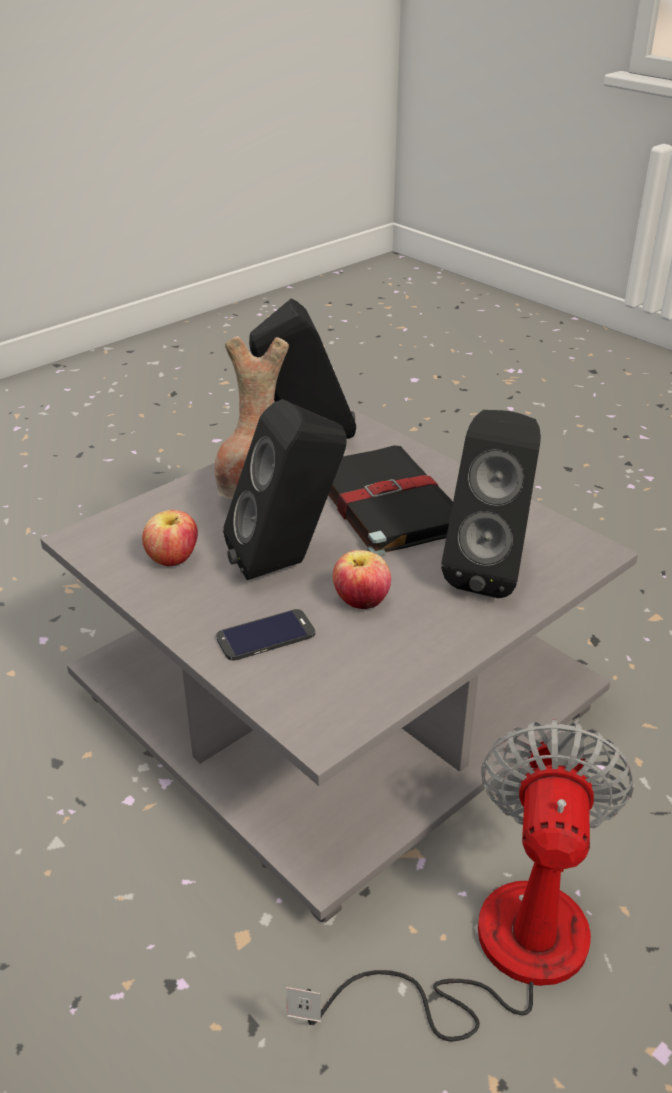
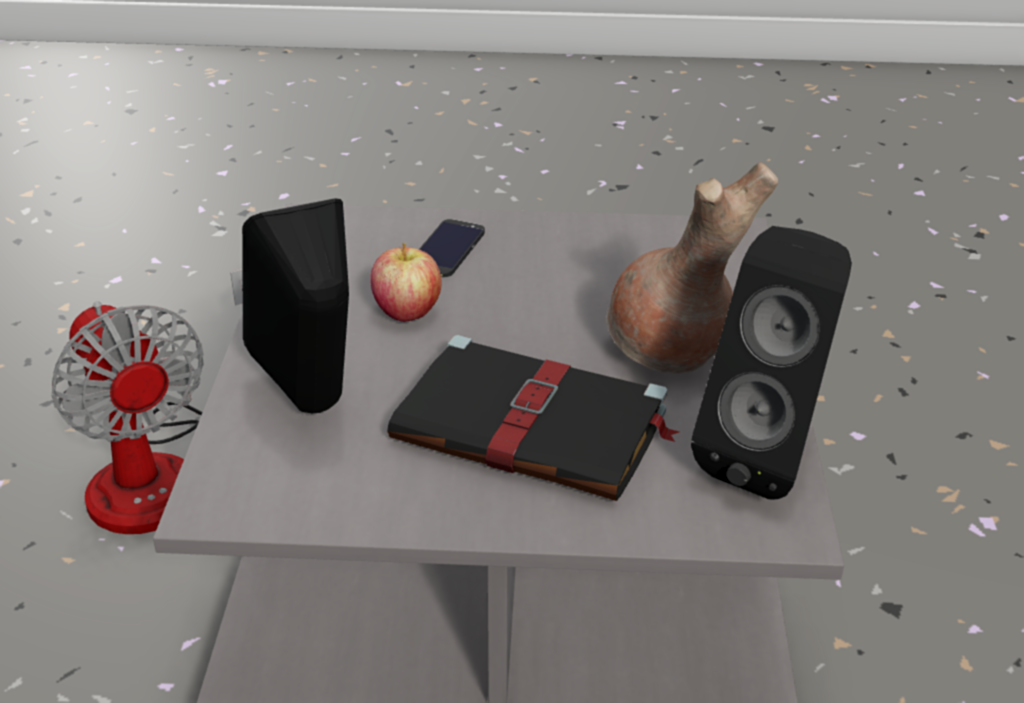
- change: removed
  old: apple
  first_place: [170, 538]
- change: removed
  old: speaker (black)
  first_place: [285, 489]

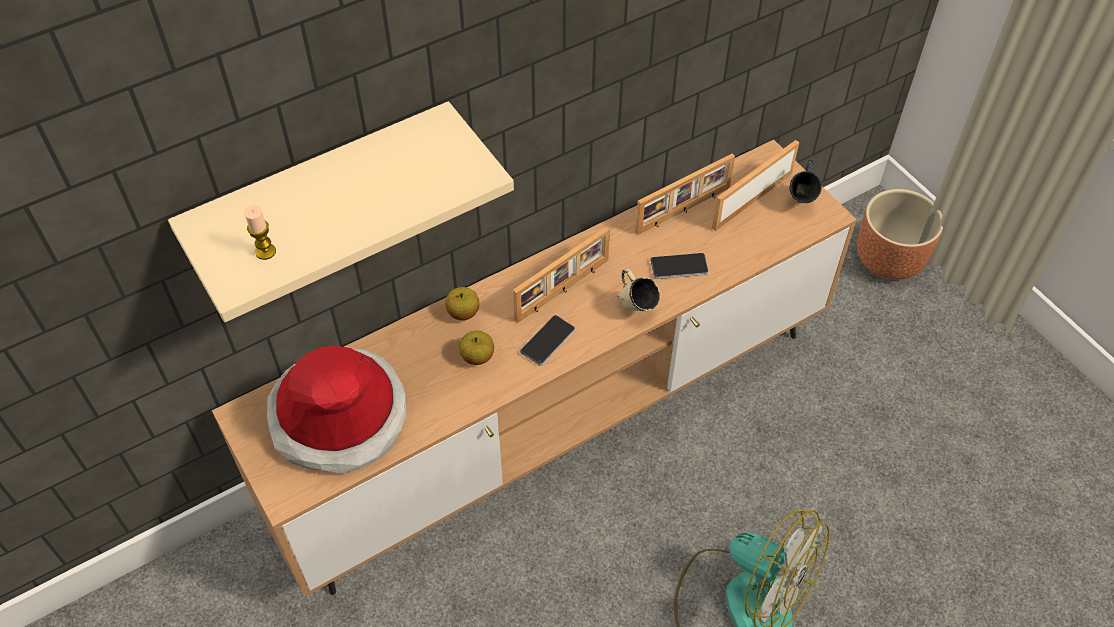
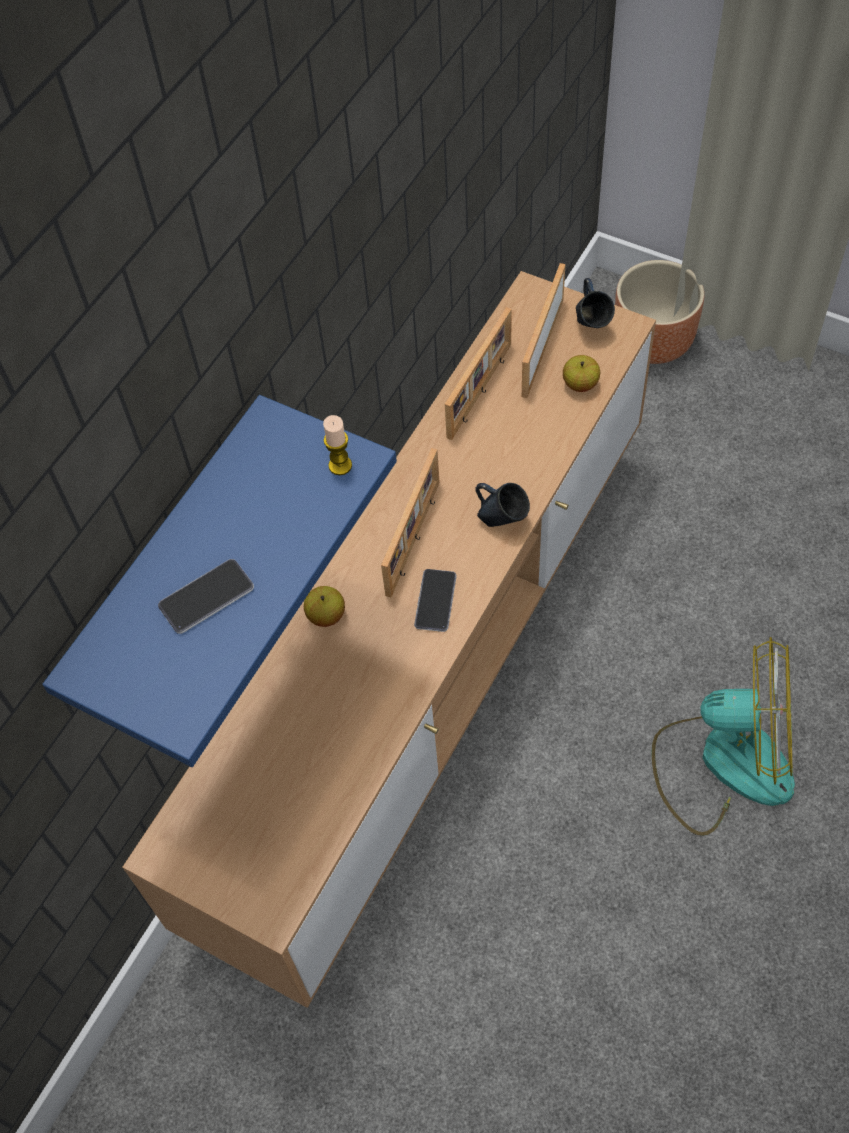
- change: recoloured
  old: shelf (beige)
  new: shelf (blue)
  first_place: [341, 211]
  second_place: [219, 581]
- change: moved
  old: phone
  first_place: [679, 266]
  second_place: [206, 596]
- change: moved
  old: candle
  first_place: [260, 232]
  second_place: [337, 445]
- change: recoloured
  old: mug (beige)
  new: mug (blue)
  first_place: [638, 289]
  second_place: [502, 505]
- change: moved
  old: apple
  first_place: [476, 348]
  second_place: [581, 373]
- change: removed
  old: hat
  first_place: [337, 409]

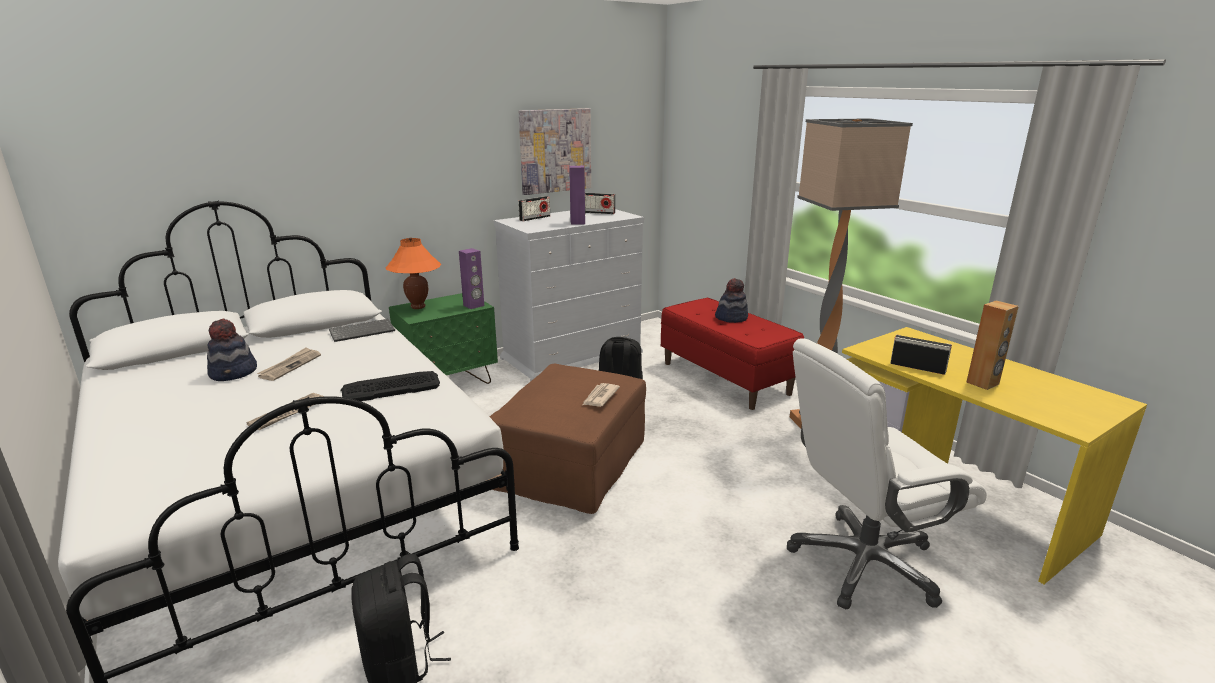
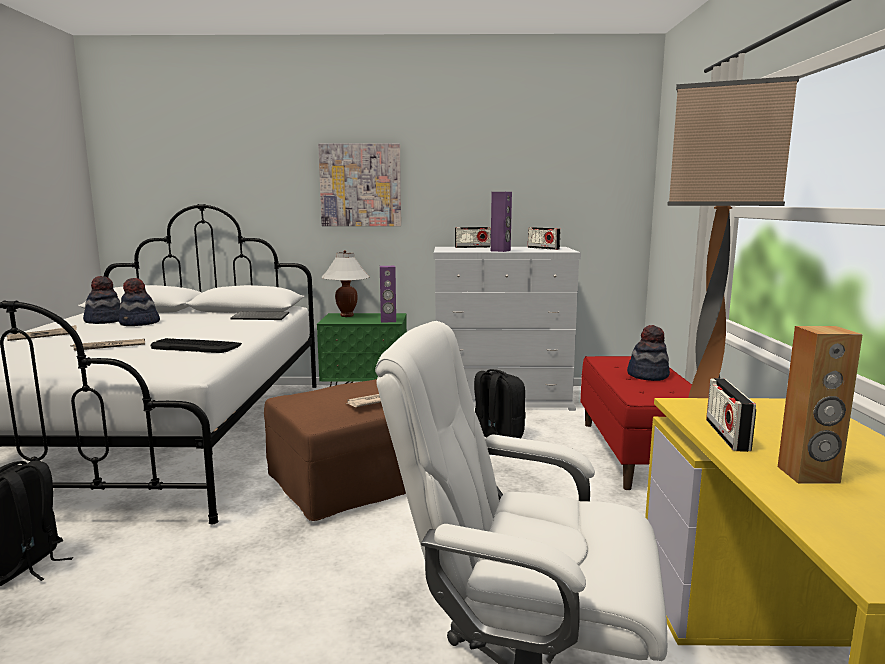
- change: moved
  old: newspaper
  first_place: [289, 364]
  second_place: [42, 333]
- change: added
  new: hat
  second_place: [101, 300]
- change: moved
  old: picture
  first_place: [555, 151]
  second_place: [359, 184]
- change: recoloured
  old: table lamp (orange)
  new: table lamp (white)
  first_place: [413, 273]
  second_place: [345, 283]
- change: turned
  old: radio
  first_place: [921, 355]
  second_place: [731, 415]
  degrees: -150

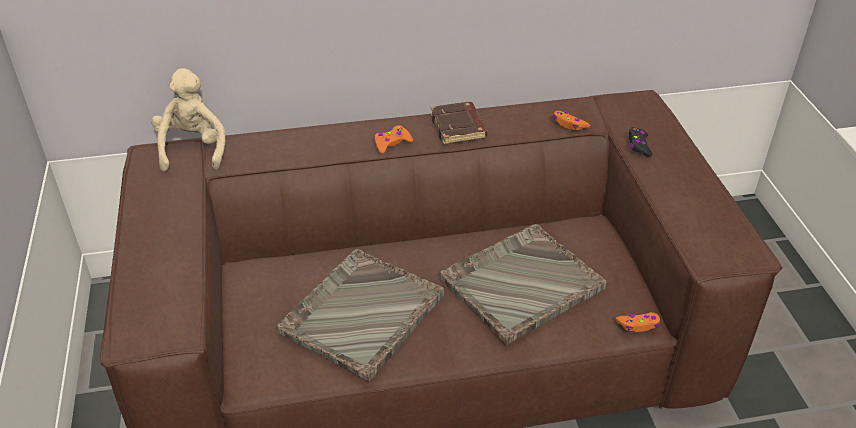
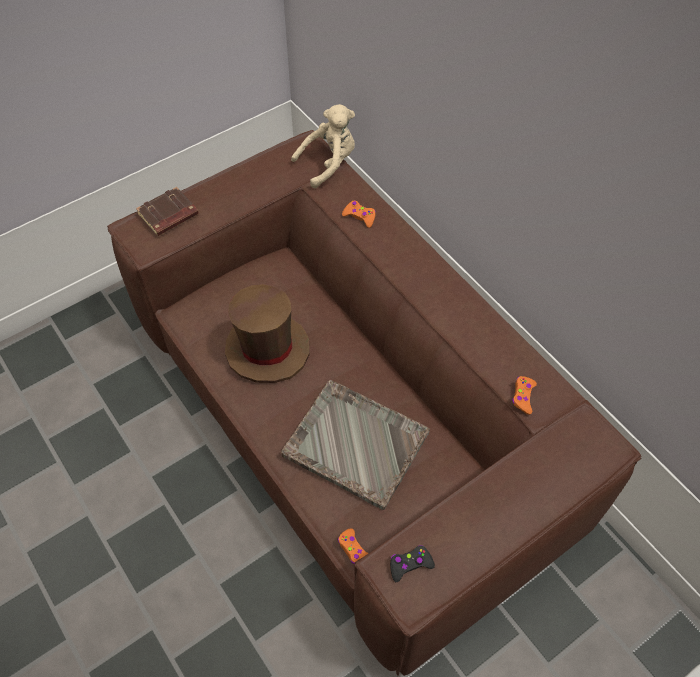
- change: moved
  old: book (brown)
  first_place: [458, 123]
  second_place: [167, 211]
- change: replaced
  old: tray (grey)
  new: hat (brown)
  first_place: [360, 315]
  second_place: [267, 333]
- change: moved
  old: game controller (orange)
  first_place: [393, 139]
  second_place: [359, 214]
- change: moved
  old: game controller (black)
  first_place: [640, 142]
  second_place: [412, 563]

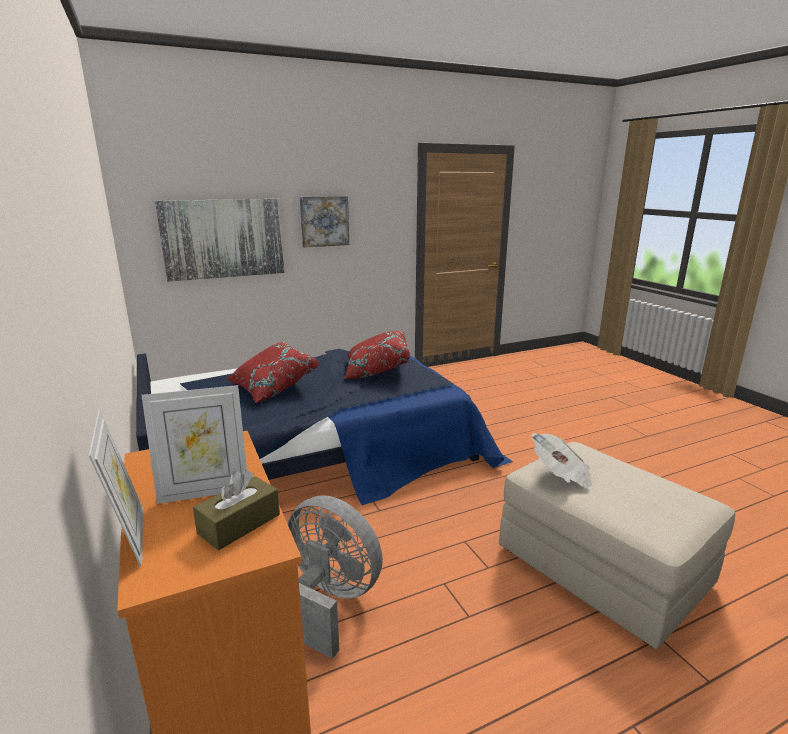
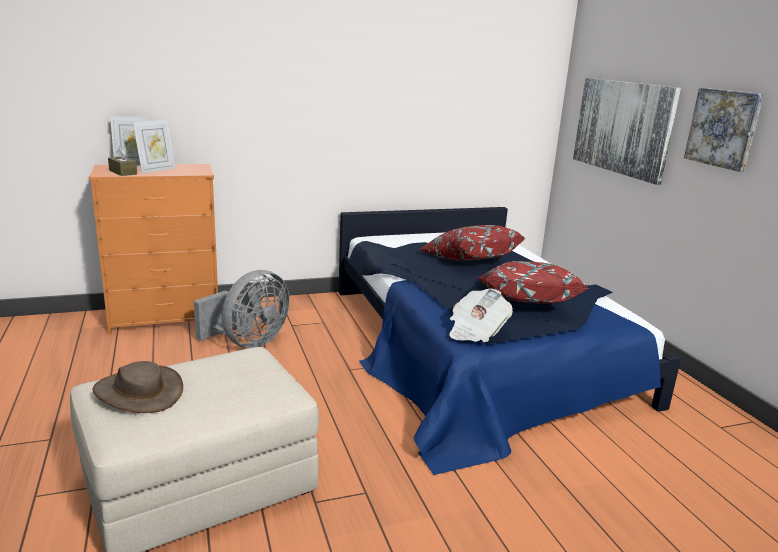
- change: added
  new: hat (brown)
  second_place: [138, 387]
- change: turned
  old: picture frame
  first_place: [194, 444]
  second_place: [154, 146]
  degrees: -135
- change: moved
  old: newspaper
  first_place: [562, 461]
  second_place: [481, 315]

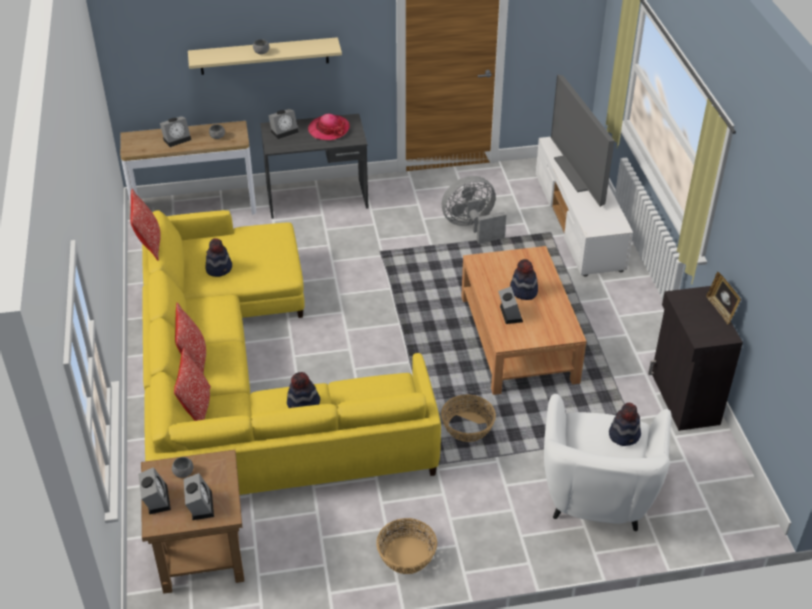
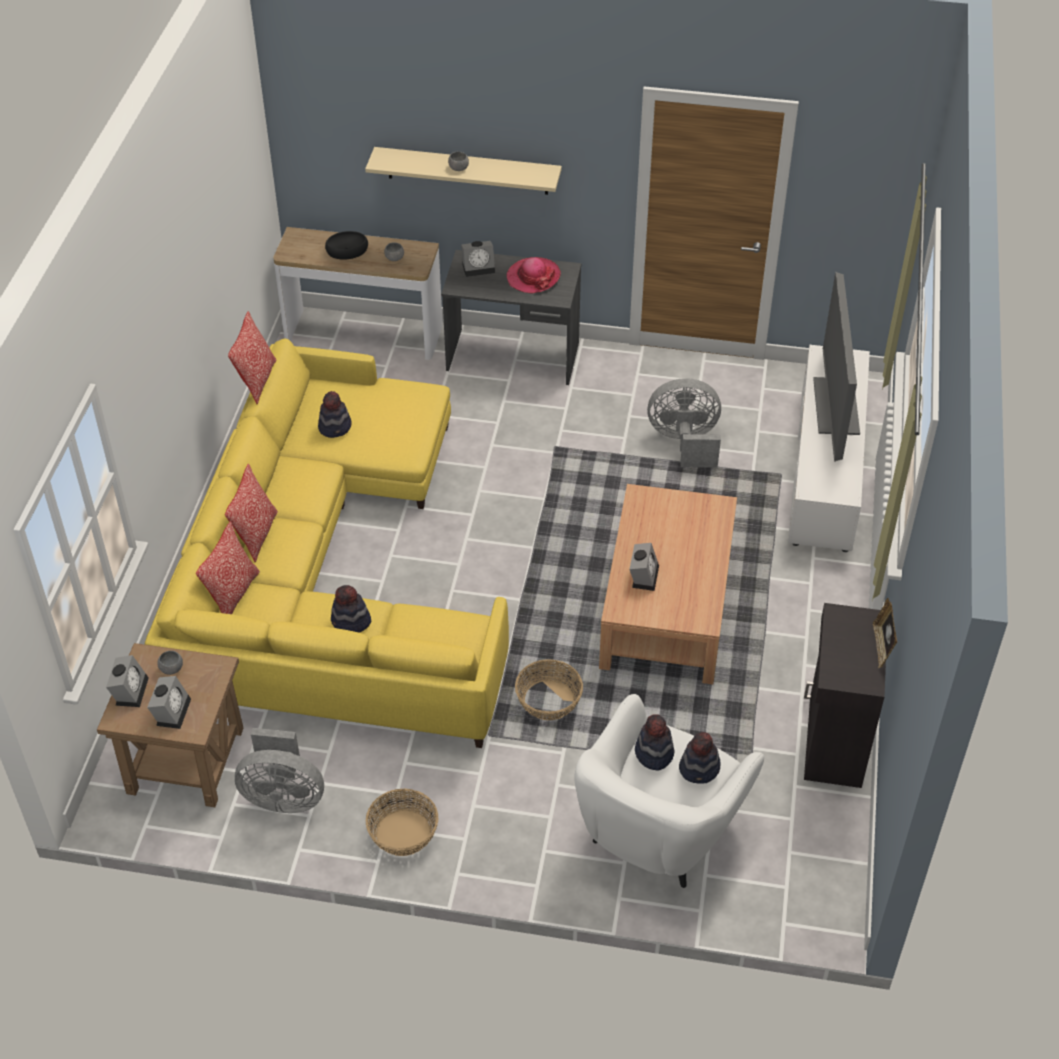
- change: added
  new: fan (grey)
  second_place: [279, 770]
- change: replaced
  old: alarm clock
  new: bowl (black)
  first_place: [175, 131]
  second_place: [346, 245]
- change: moved
  old: hat
  first_place: [524, 279]
  second_place: [654, 742]

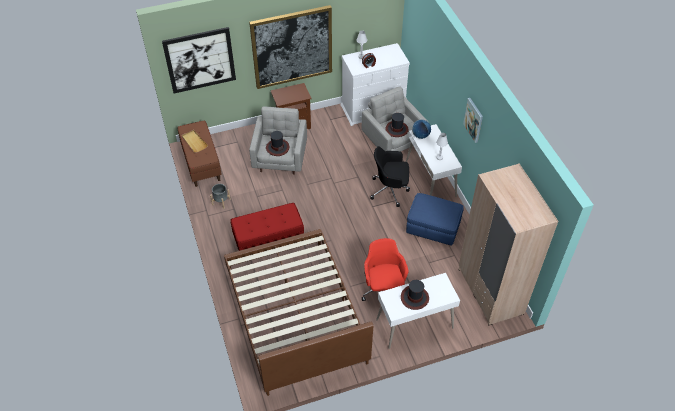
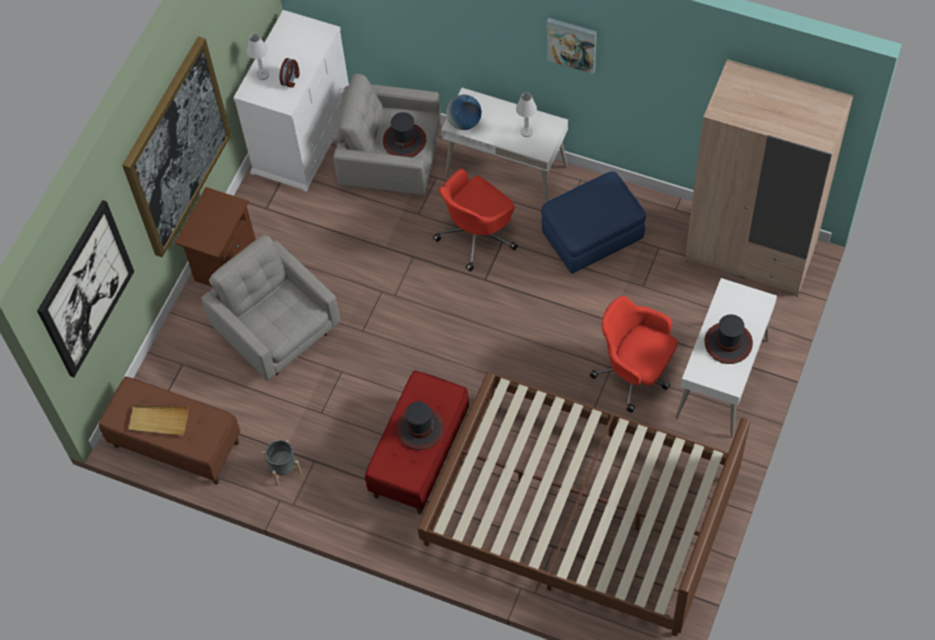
- change: moved
  old: hat
  first_place: [277, 143]
  second_place: [420, 426]
- change: recoloured
  old: office chair (black)
  new: office chair (red)
  first_place: [390, 176]
  second_place: [475, 220]

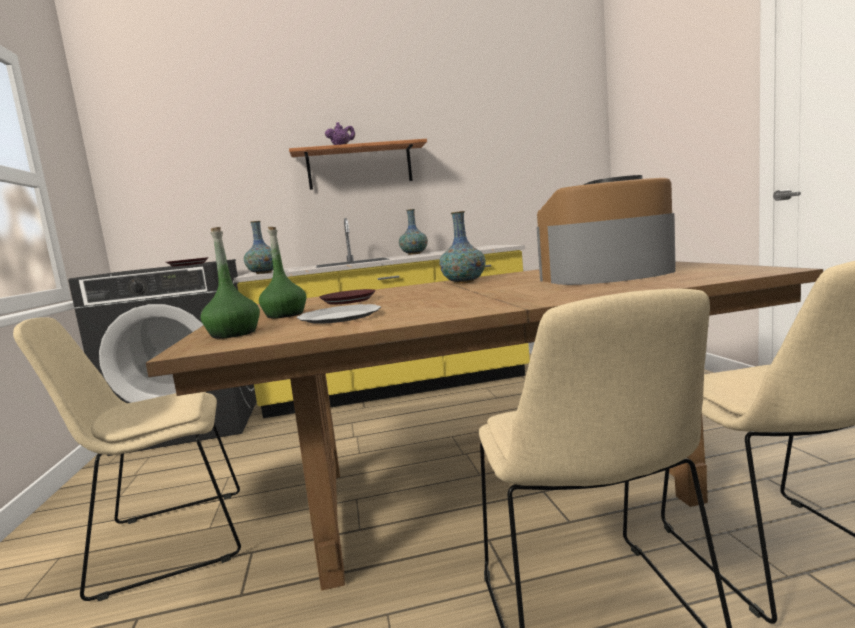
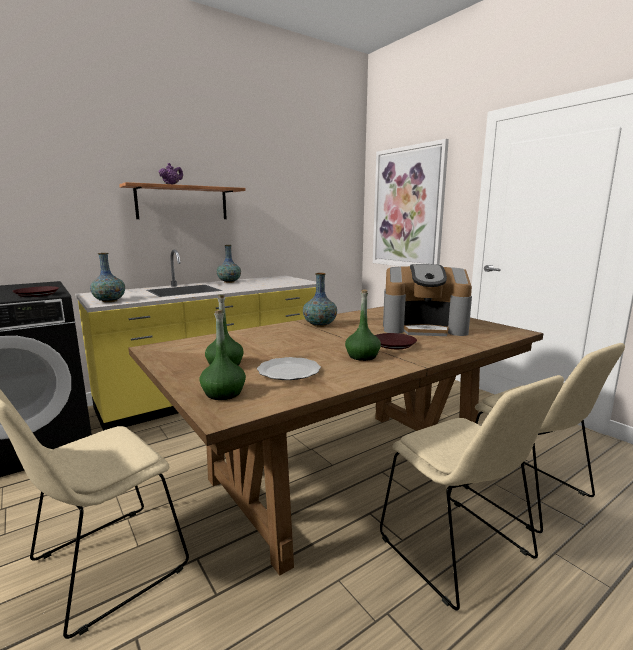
- change: added
  new: bottle (green)
  second_place: [363, 325]
- change: added
  new: picture
  second_place: [411, 203]
- change: moved
  old: plate (brown)
  first_place: [347, 297]
  second_place: [396, 341]
- change: turned
  old: coffee machine
  first_place: [606, 230]
  second_place: [427, 300]
  degrees: -135

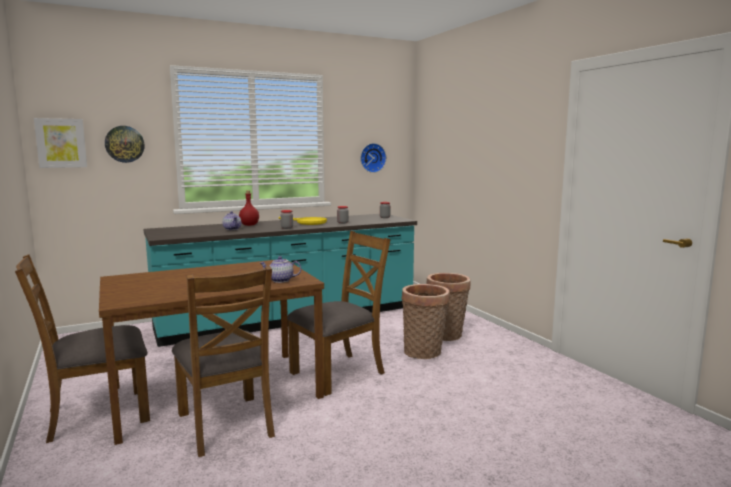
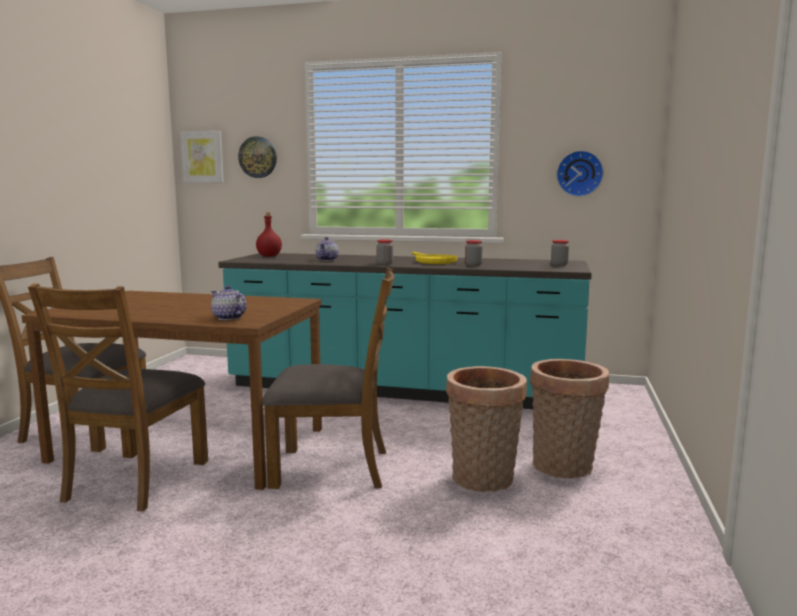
- change: moved
  old: bottle (red)
  first_place: [249, 208]
  second_place: [269, 234]

